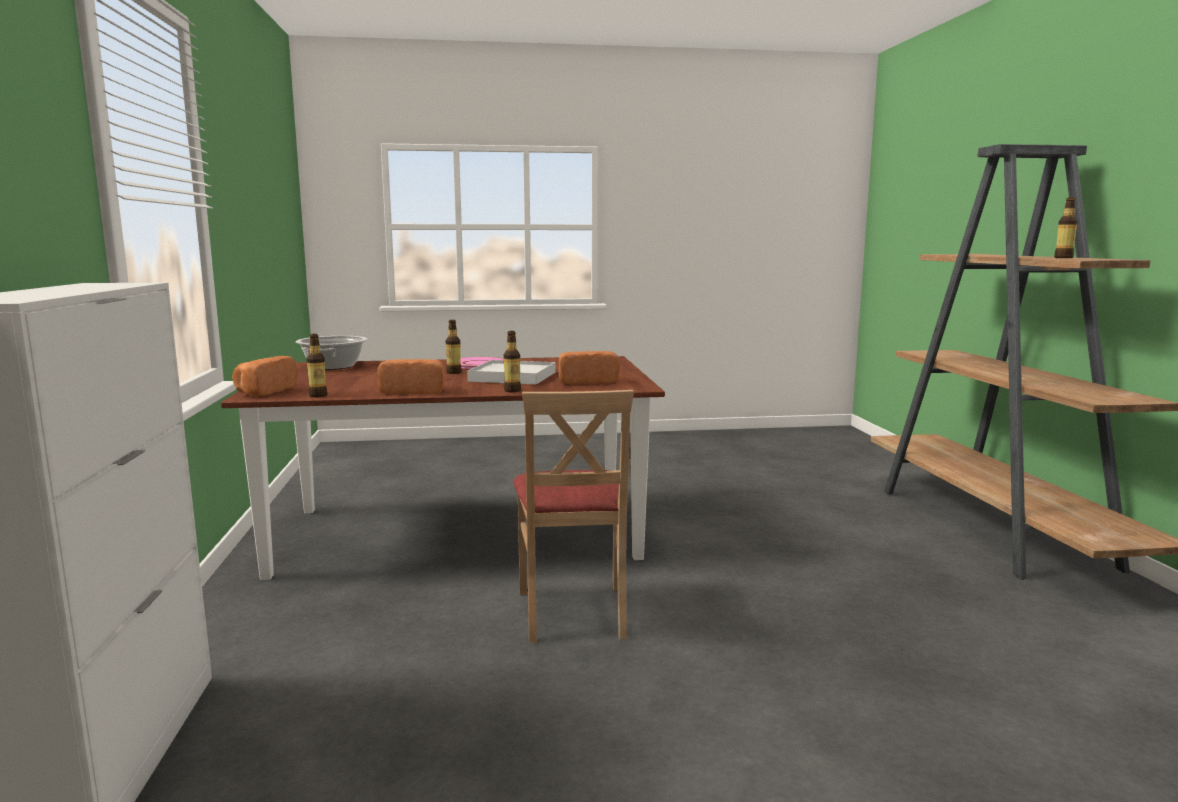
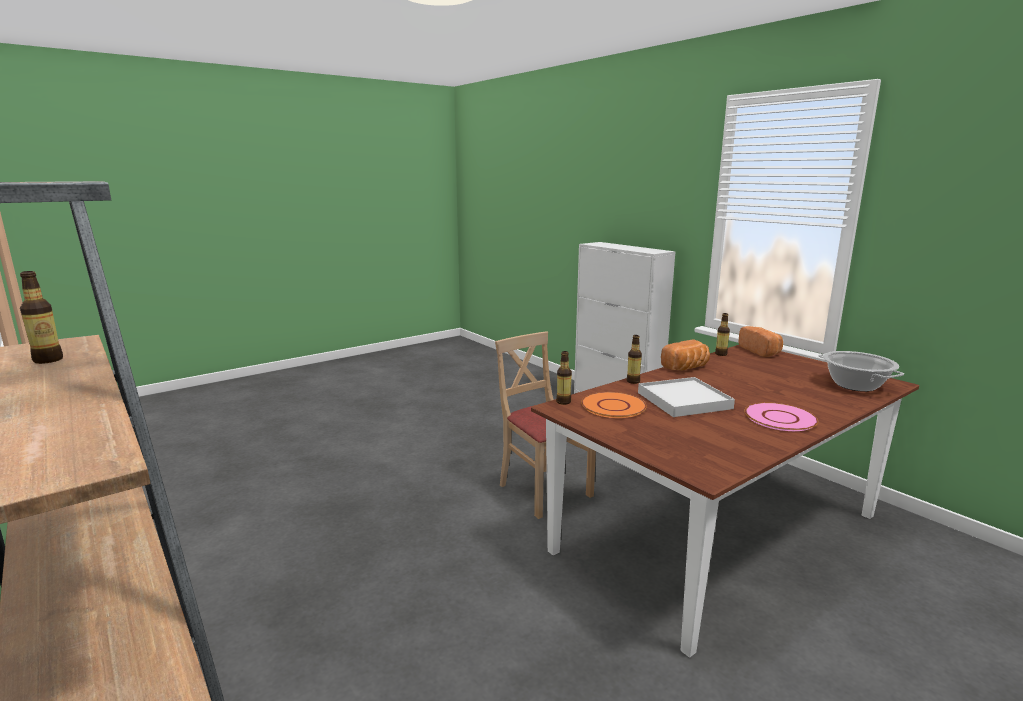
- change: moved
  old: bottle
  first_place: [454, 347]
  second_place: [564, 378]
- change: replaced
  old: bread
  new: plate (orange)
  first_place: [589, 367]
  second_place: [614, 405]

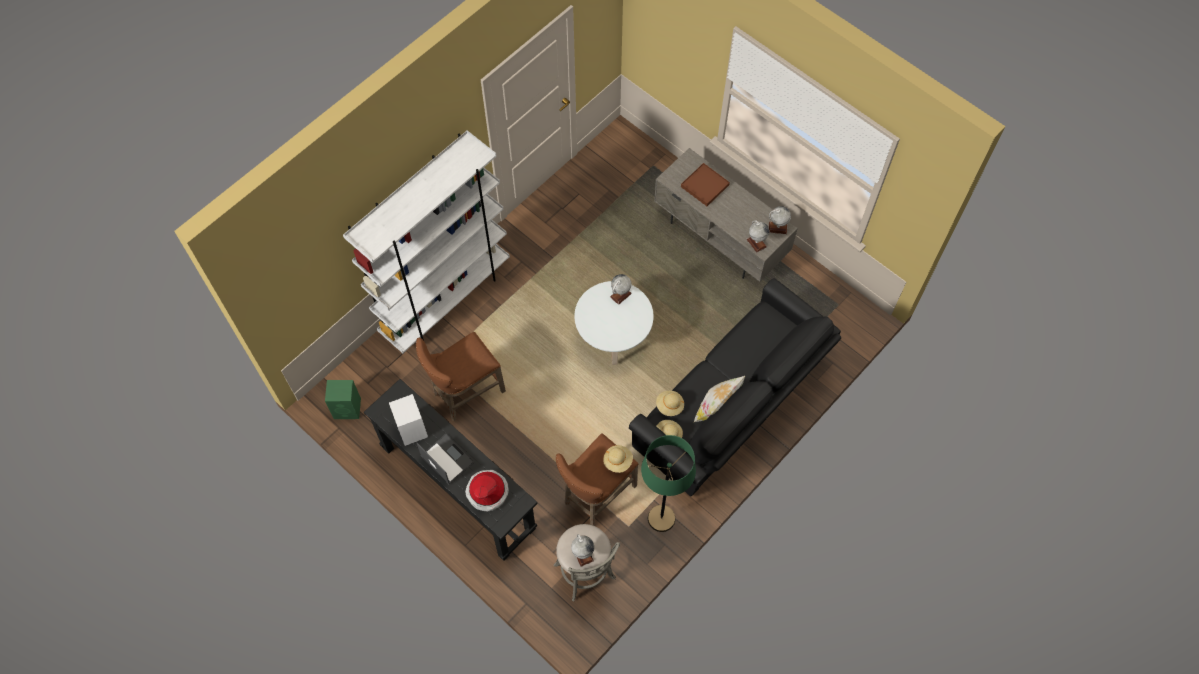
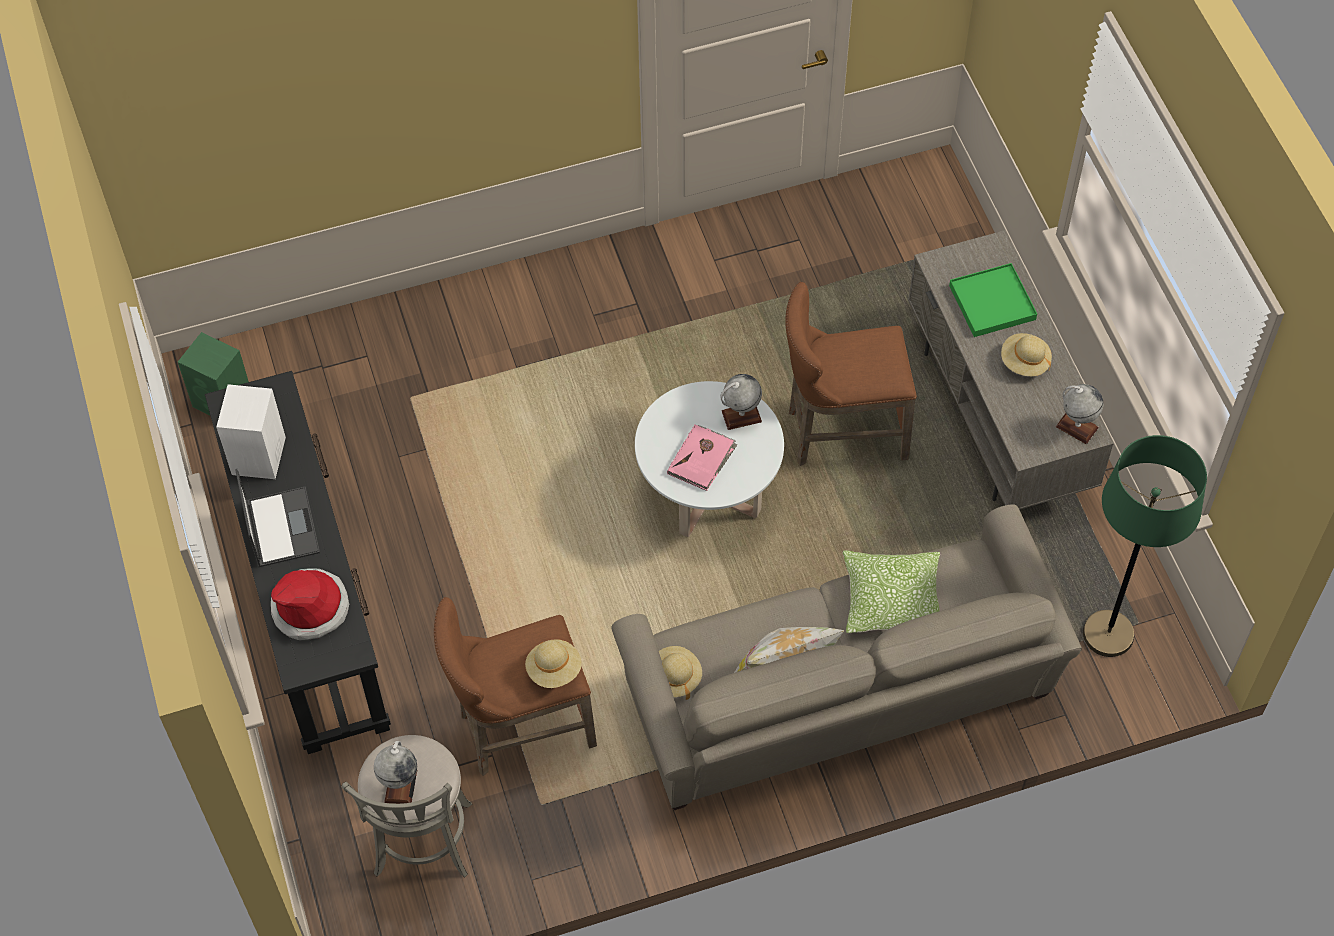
- change: recoloured
  old: sofa (black)
  new: sofa (beige)
  first_place: [735, 387]
  second_place: [846, 657]
- change: added
  new: book (pink)
  second_place: [702, 458]
- change: moved
  old: stool (brown)
  first_place: [461, 376]
  second_place: [851, 374]
- change: added
  new: pillow
  second_place: [891, 592]
- change: recoloured
  old: tray (brown)
  new: tray (green)
  first_place: [705, 184]
  second_place: [993, 300]
- change: moved
  old: hat (beige)
  first_place: [670, 403]
  second_place: [1026, 354]
- change: moved
  old: floor lamp (green)
  first_place: [668, 483]
  second_place: [1145, 546]
- change: removed
  old: bookcase (white)
  first_place: [426, 241]
- change: removed
  old: globe
  first_place: [757, 236]

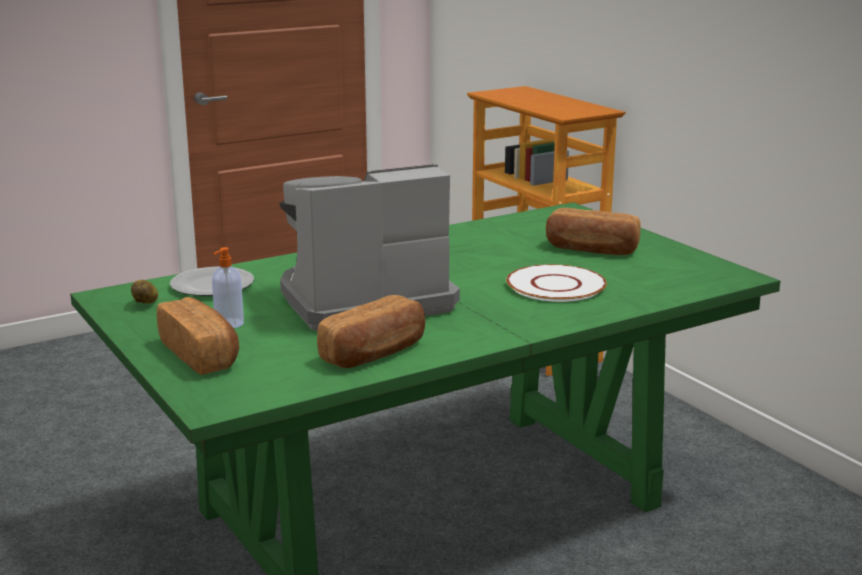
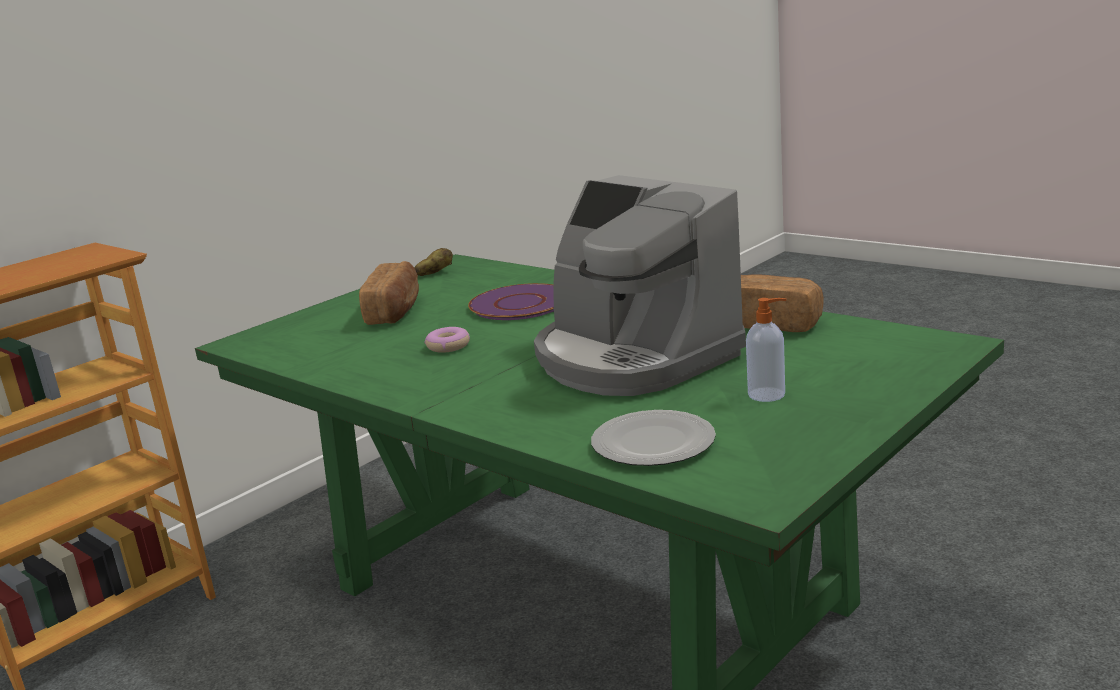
- change: moved
  old: potato
  first_place: [144, 292]
  second_place: [434, 262]
- change: added
  new: donut
  second_place: [447, 340]
- change: recoloured
  old: plate (white)
  new: plate (purple)
  first_place: [556, 283]
  second_place: [511, 301]
- change: removed
  old: bread
  first_place: [198, 336]

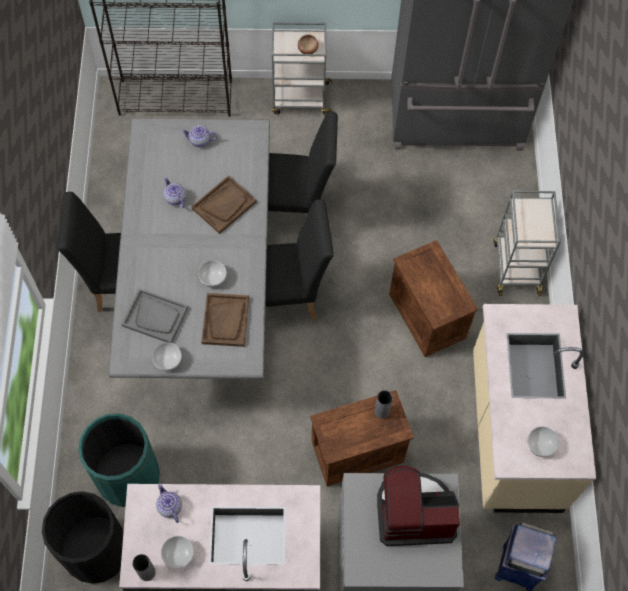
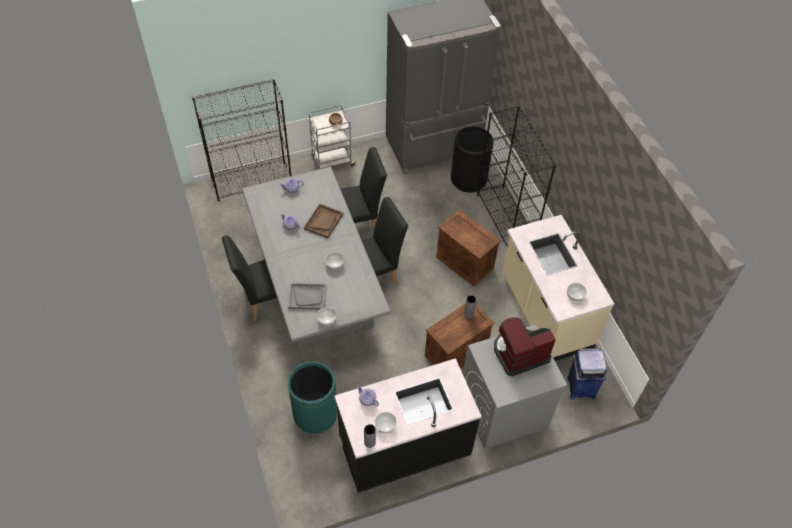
- change: moved
  old: trash can (black)
  first_place: [83, 537]
  second_place: [472, 159]
- change: replaced
  old: cart (grey)
  new: bookcase (black)
  first_place: [527, 243]
  second_place: [516, 176]
- change: removed
  old: tray (brown)
  first_place: [225, 320]

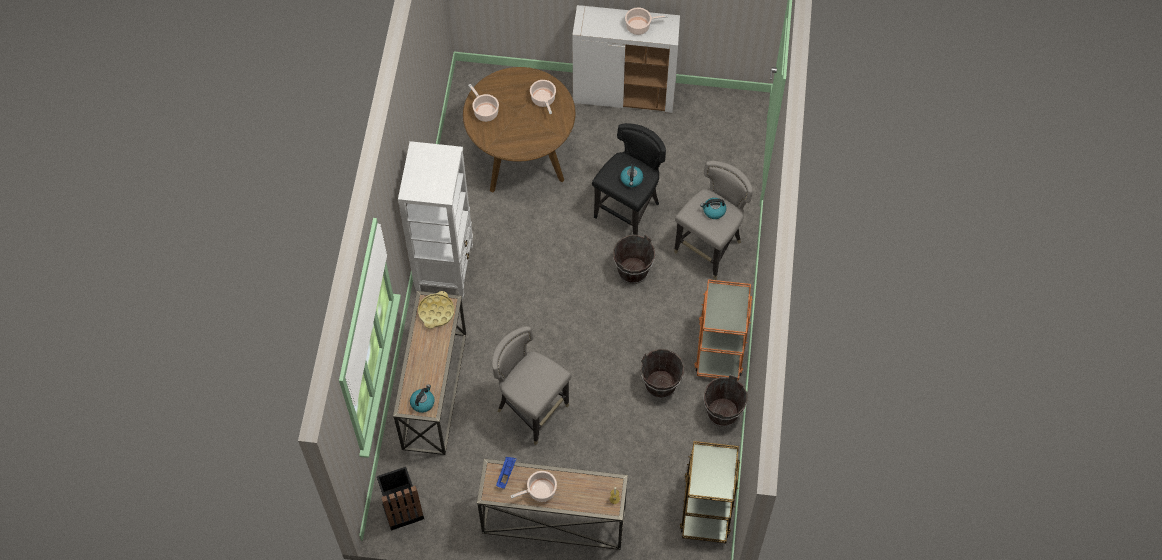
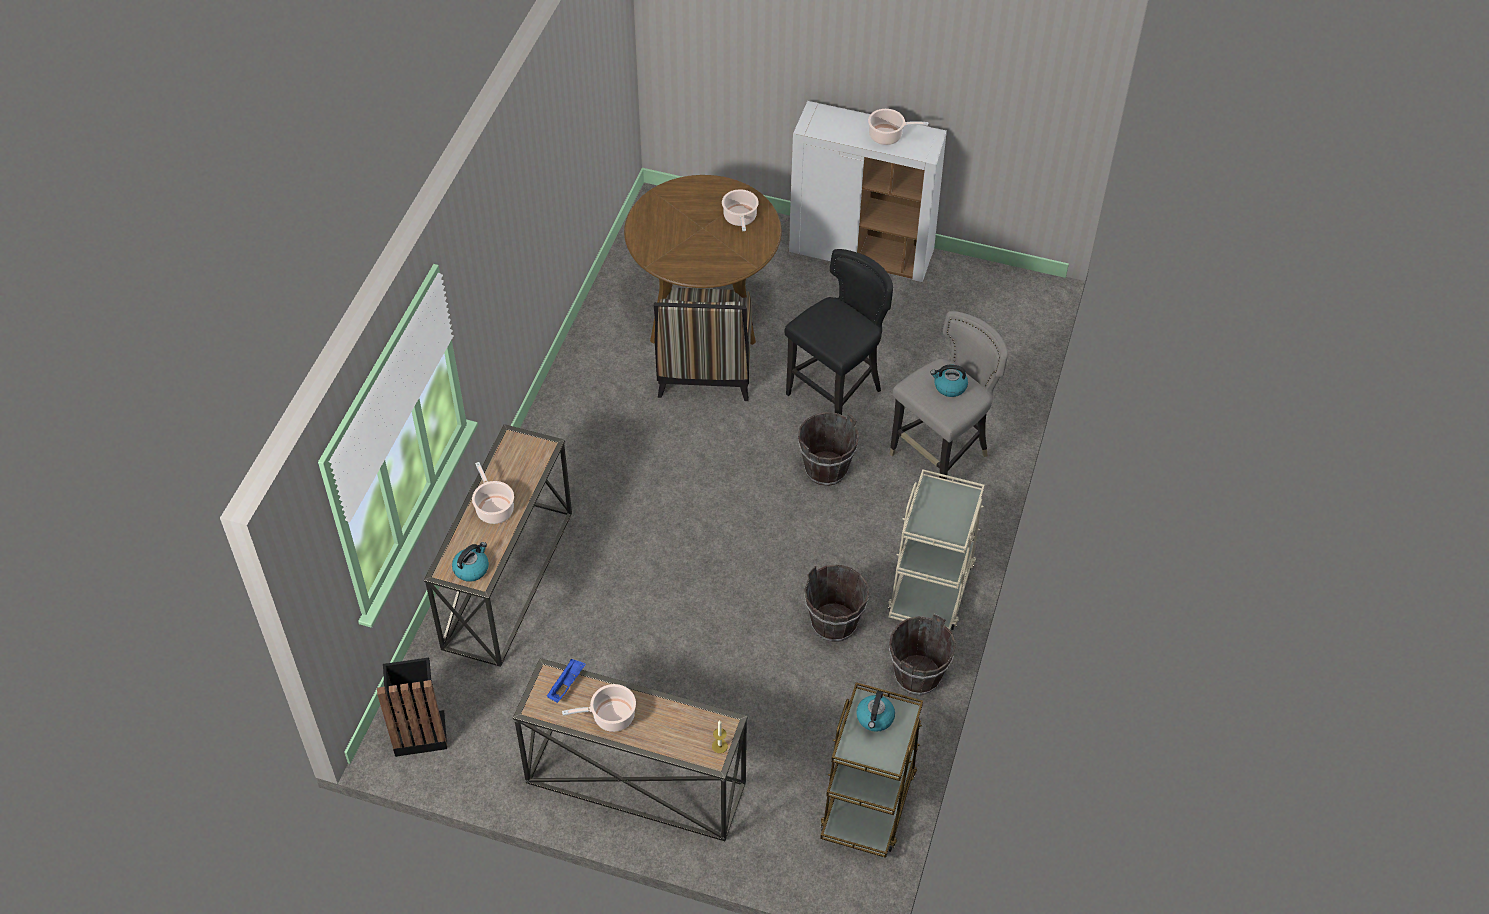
- change: moved
  old: cooking pot
  first_place: [483, 103]
  second_place: [493, 493]
- change: added
  new: chair
  second_place: [703, 344]
- change: moved
  old: kettle
  first_place: [632, 175]
  second_place: [875, 711]
- change: recoloured
  old: cart (orange)
  new: cart (beige)
  first_place: [723, 330]
  second_place: [936, 549]
- change: removed
  old: bookcase (white)
  first_place: [435, 220]
- change: removed
  old: tray (yellow)
  first_place: [436, 310]
- change: removed
  old: stool (grey)
  first_place: [532, 385]

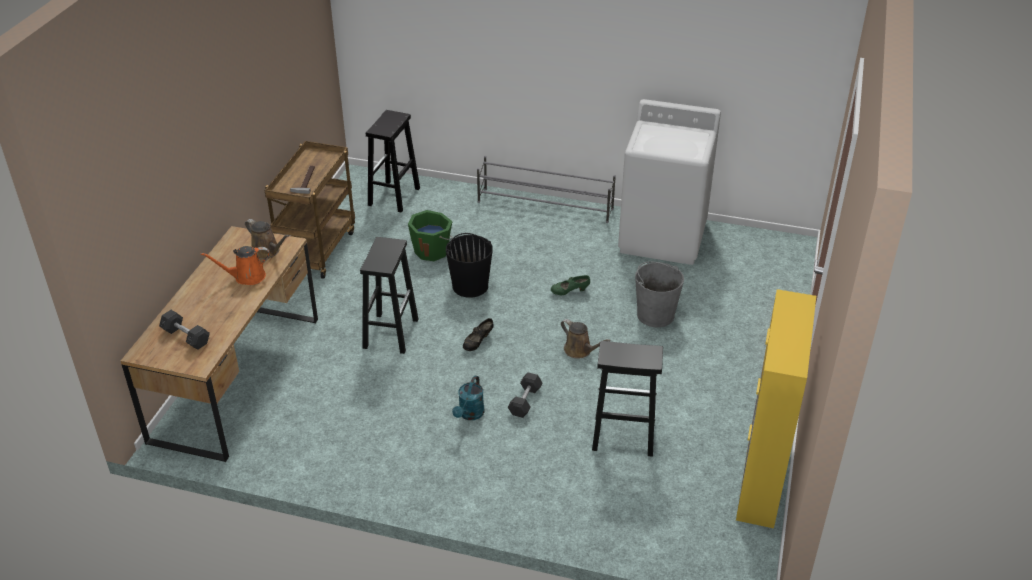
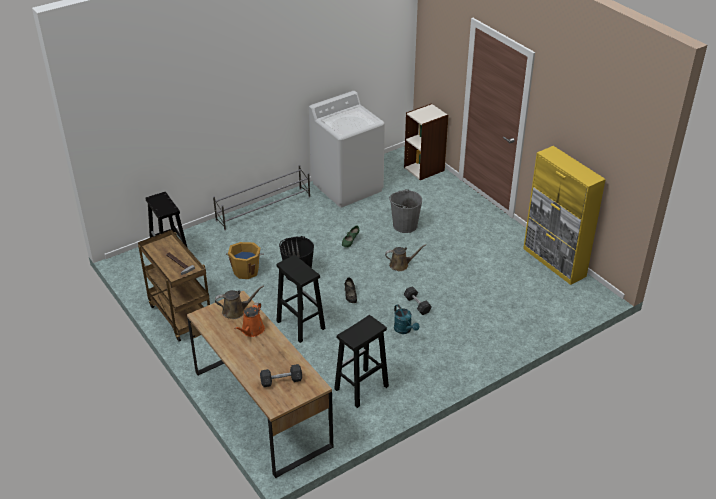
- change: recoloured
  old: bucket (green)
  new: bucket (orange)
  first_place: [430, 235]
  second_place: [245, 260]
- change: moved
  old: stool (black)
  first_place: [627, 399]
  second_place: [361, 361]
- change: added
  new: bookcase
  second_place: [426, 141]

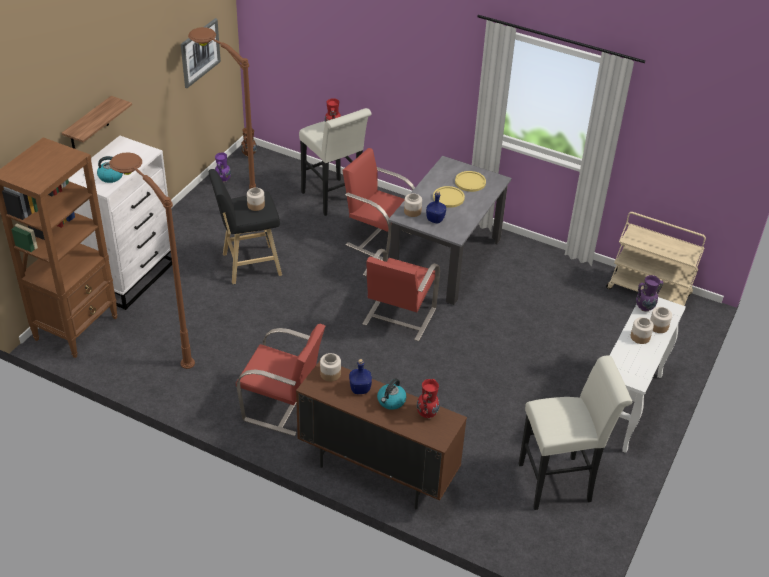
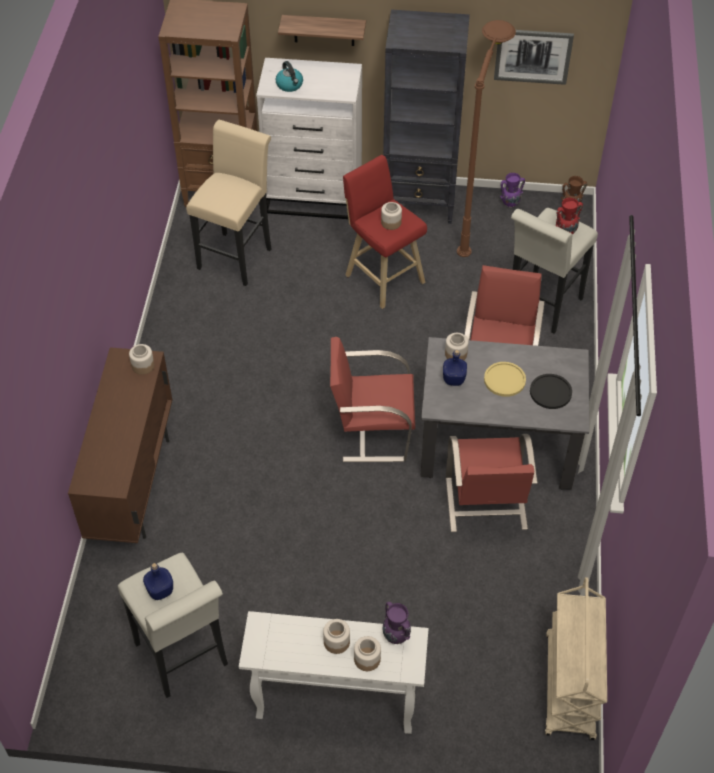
- change: moved
  old: bottle (blue)
  first_place: [360, 376]
  second_place: [158, 581]
- change: replaced
  old: floor lamp (brown)
  new: stool (beige)
  first_place: [152, 260]
  second_place: [229, 203]
- change: recoloured
  old: stool (black)
  new: stool (red)
  first_place: [245, 226]
  second_place: [385, 232]
- change: added
  new: bookcase (black)
  second_place: [426, 116]
- change: moved
  old: chair (red)
  first_place: [280, 379]
  second_place: [492, 483]
- change: recoloured
  old: plate (yellow)
  new: plate (black)
  first_place: [470, 181]
  second_place: [551, 391]
- change: removed
  old: kettle
  first_place: [391, 394]
- change: removed
  old: vase (red)
  first_place: [428, 399]

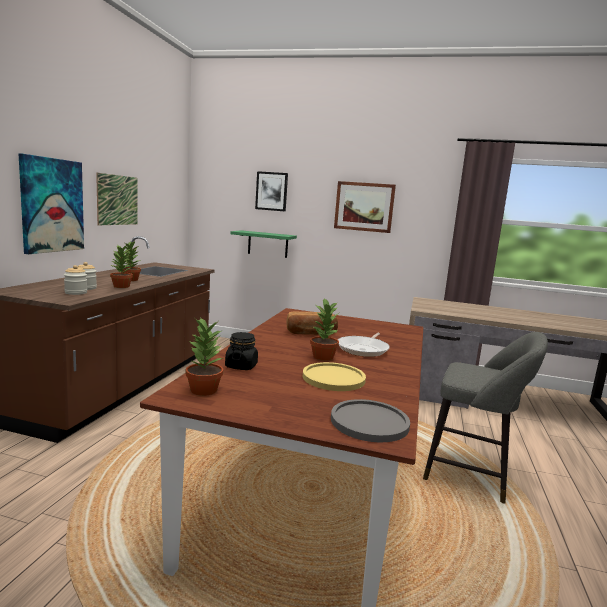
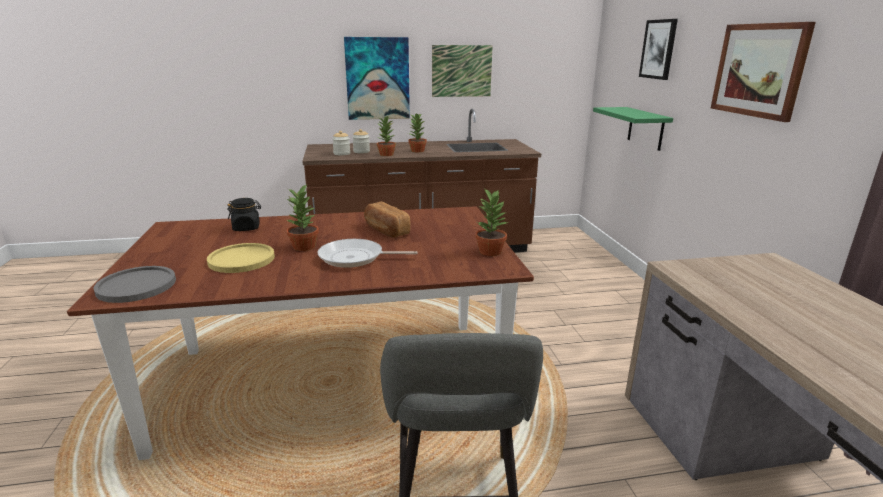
- change: moved
  old: potted plant
  first_place: [204, 357]
  second_place: [492, 222]

